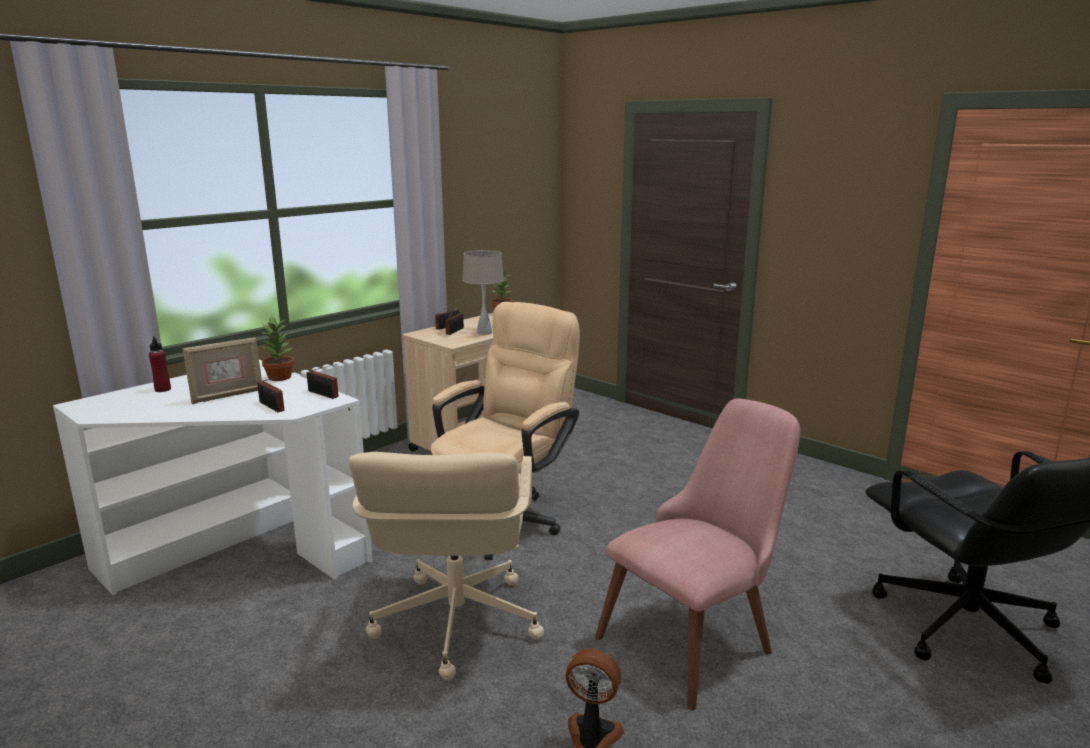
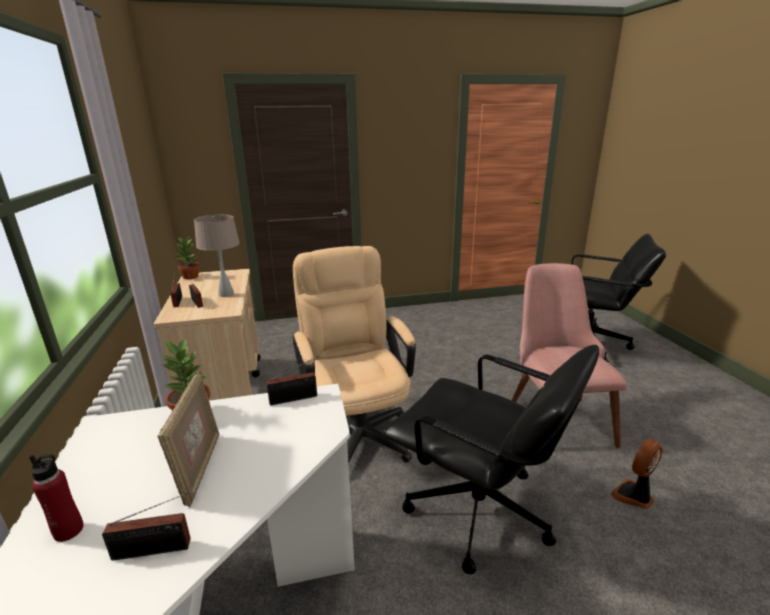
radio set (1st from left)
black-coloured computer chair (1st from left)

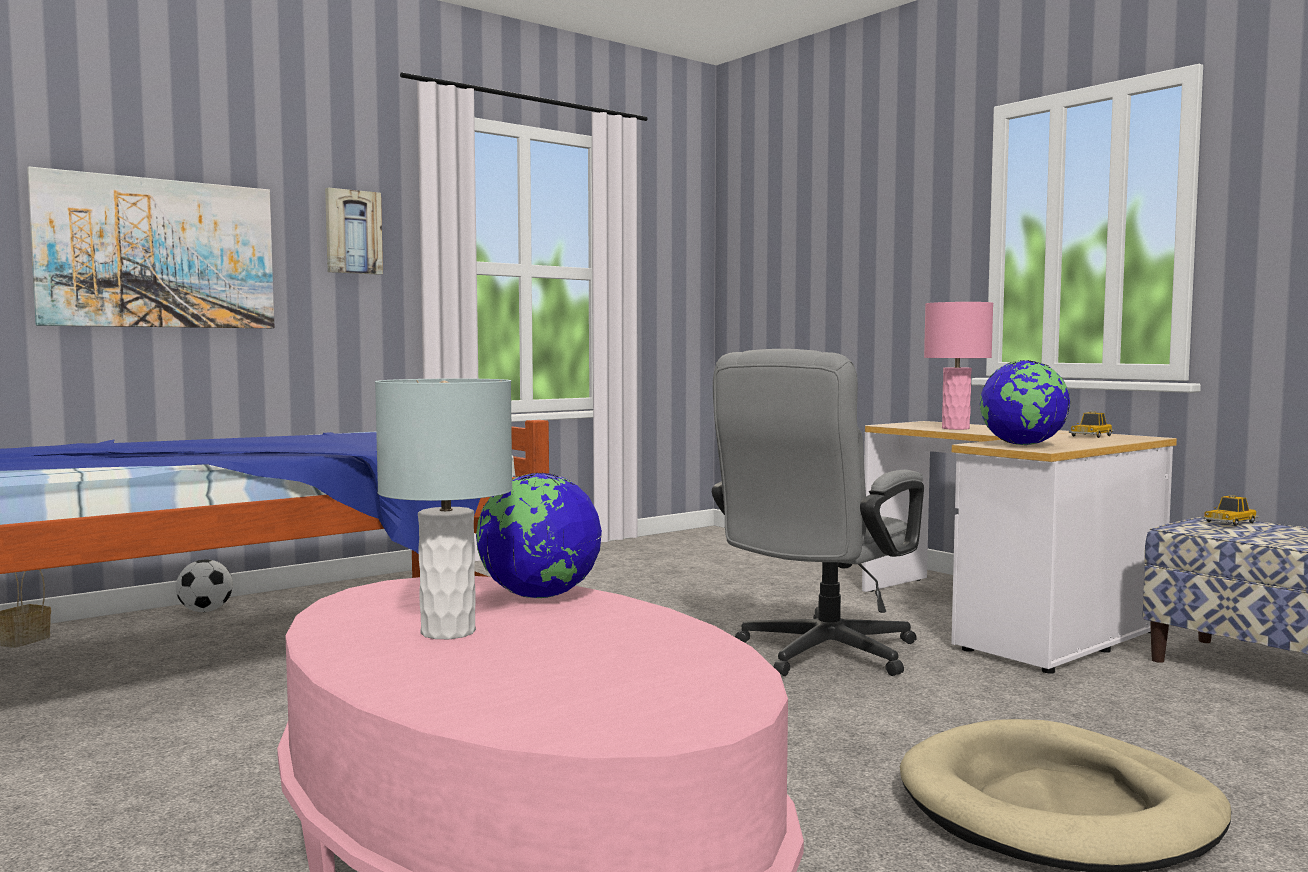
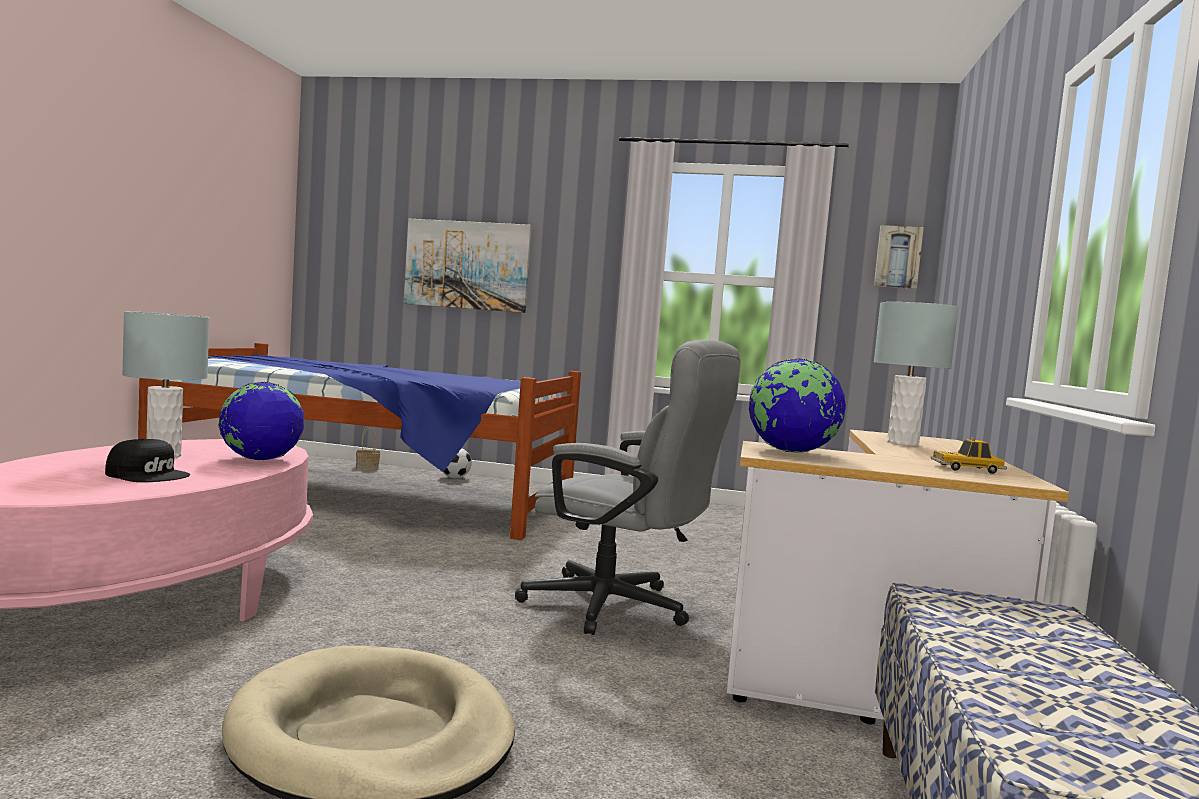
black-coloured baseball cap
greyish computer chair
wall picture (2nd from left)
greyish table lamp (2nd from left)
toy car (2nd from left in the first image)

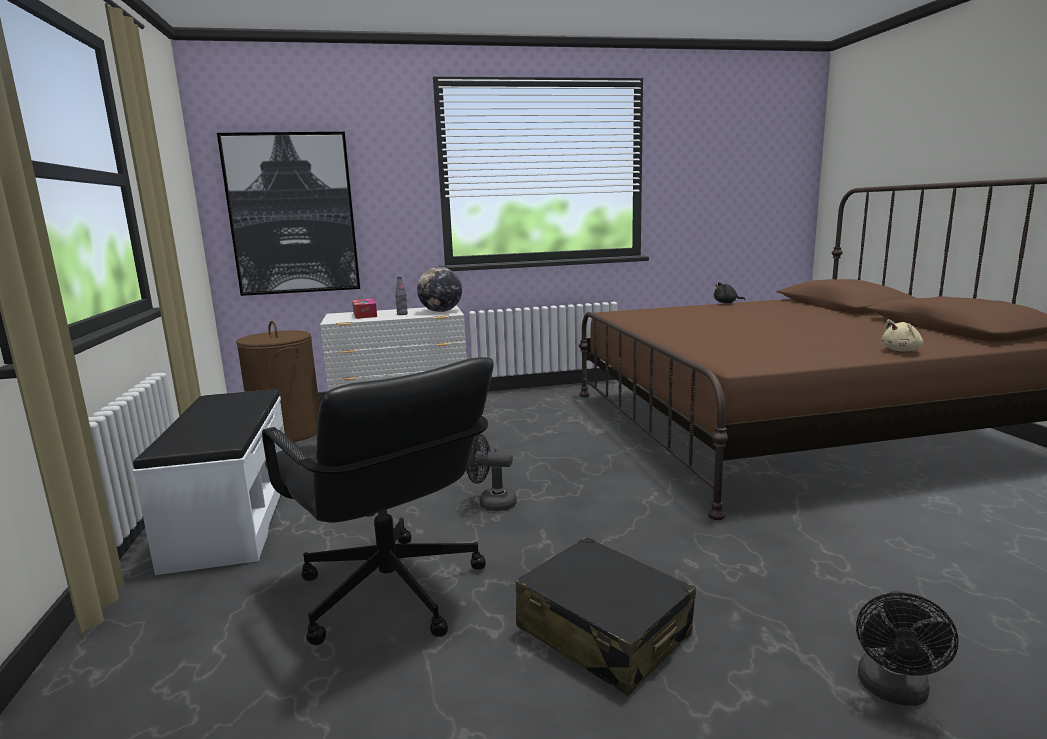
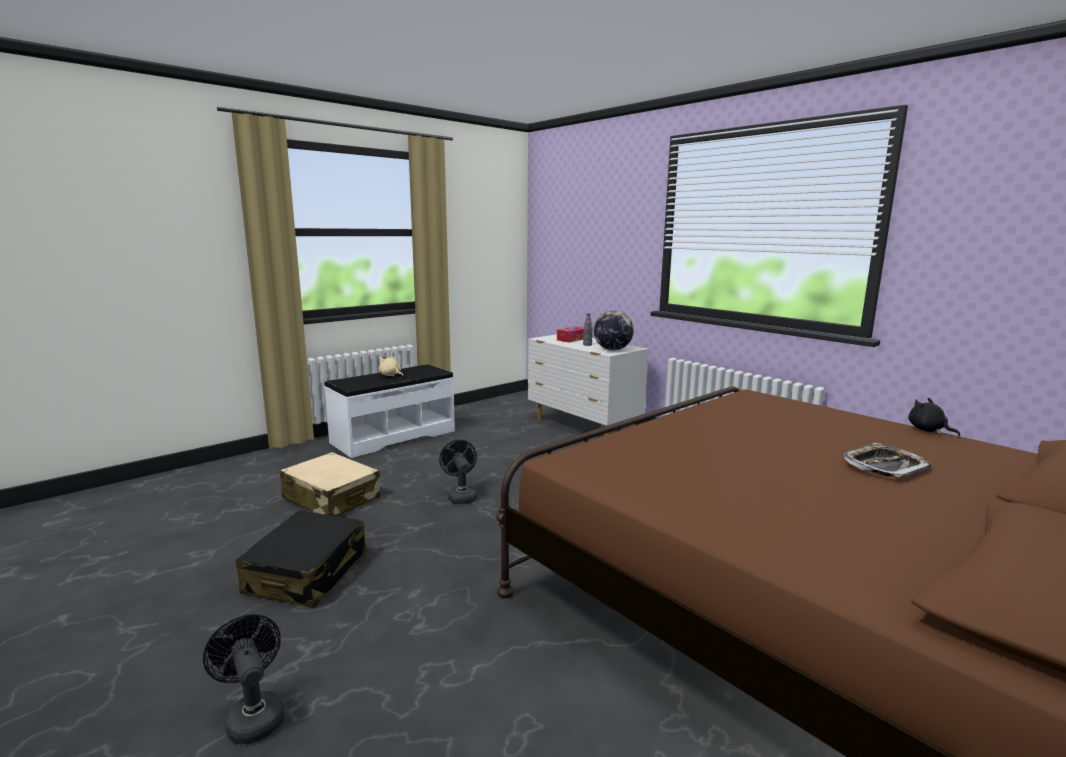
black-coloured electric fan (1st from left)
sand-coloured suitcase
sand-coloured cuddly toy
tray
wall picture
brown laundry basket

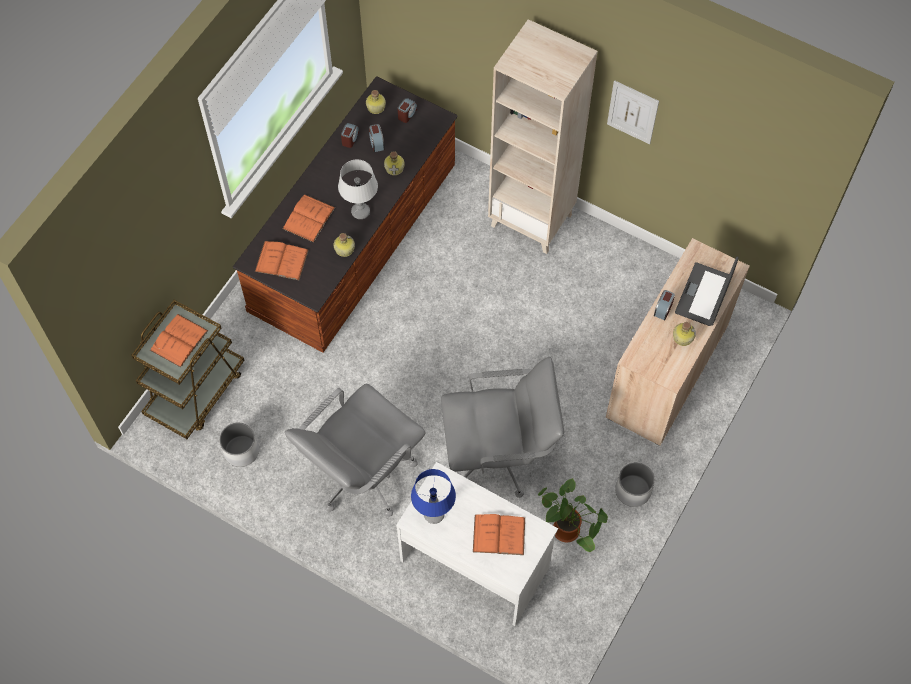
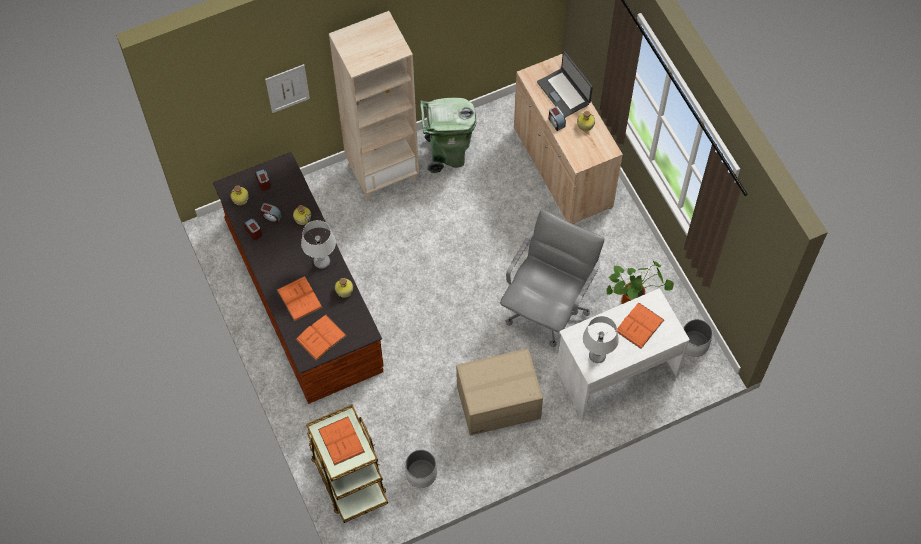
wall picture
green trash can
carton
greyish table lamp (2nd from left)
whitish planter (2nd from left)

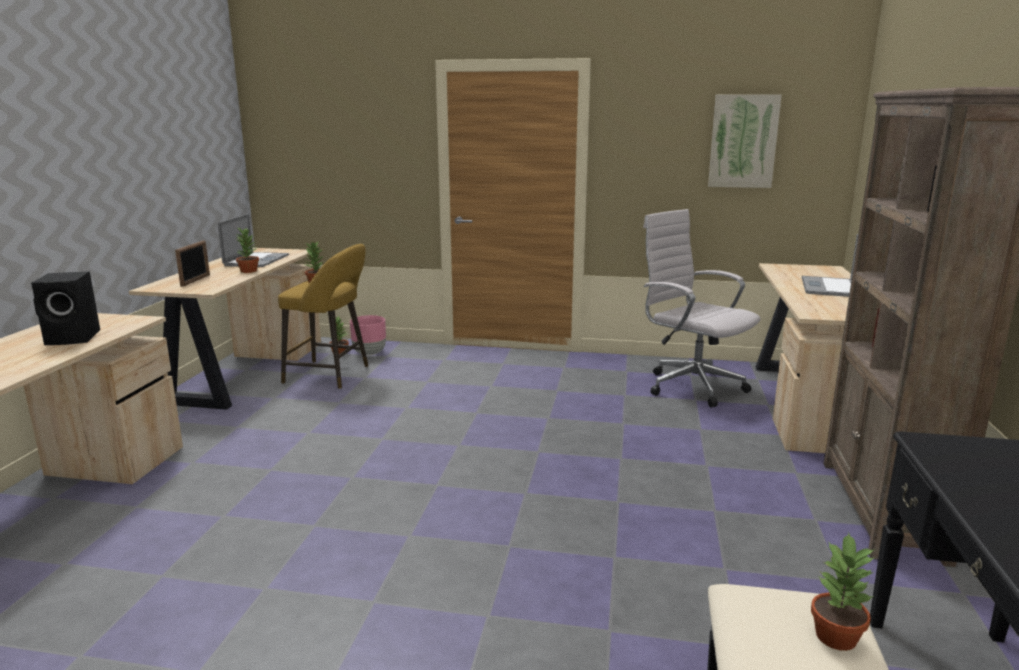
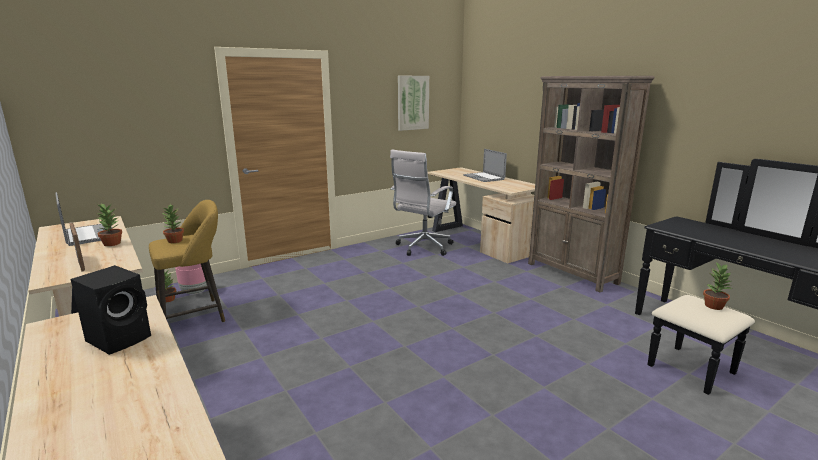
whitish computer chair

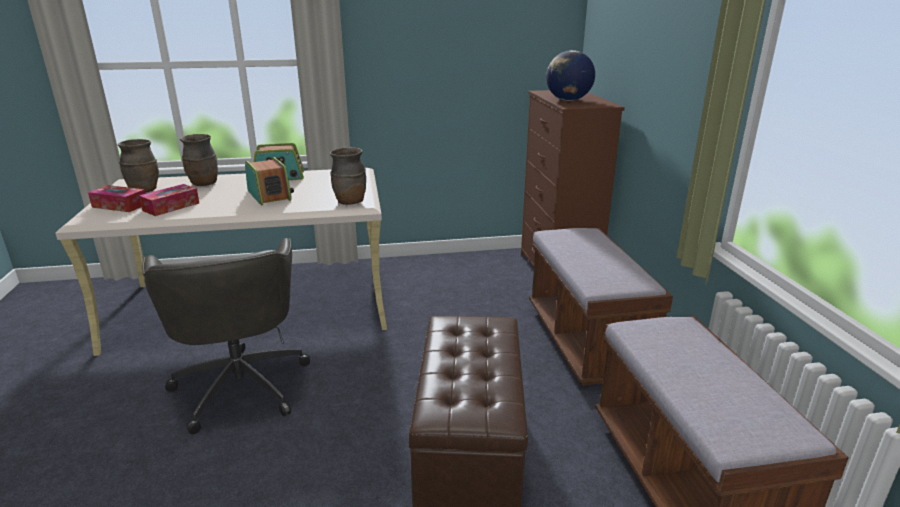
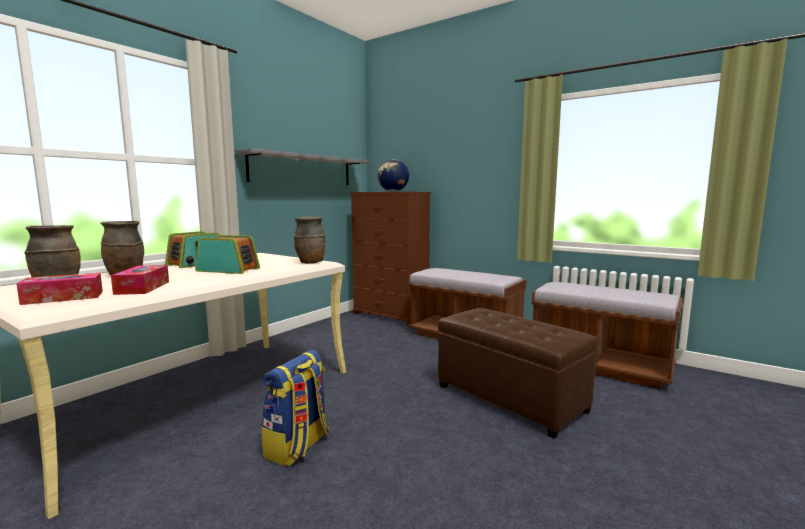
greyish bracket shelf
backpack

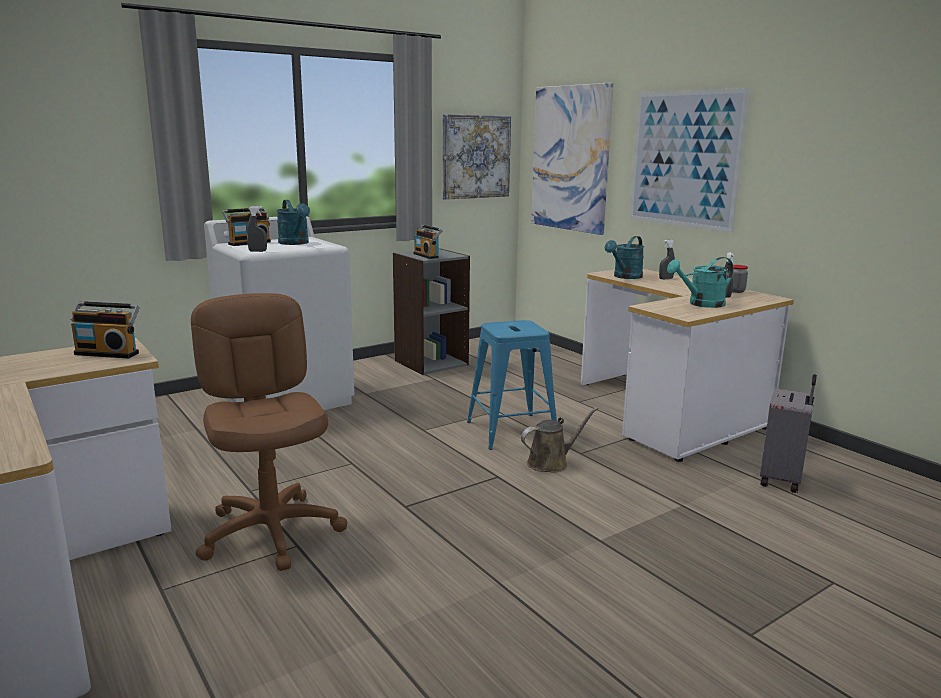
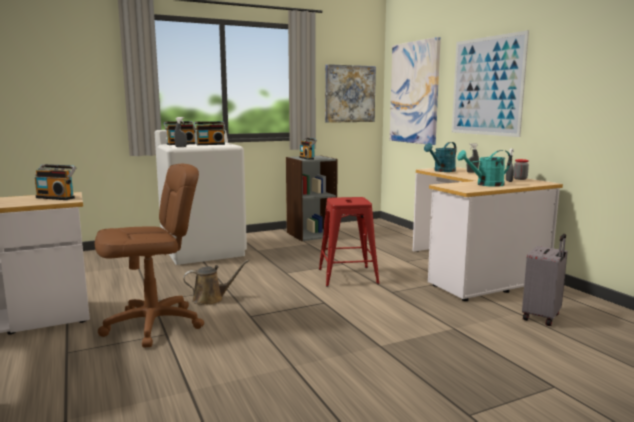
brown computer chair
brown watering can
radio set (3rd from left)
red sitting stool

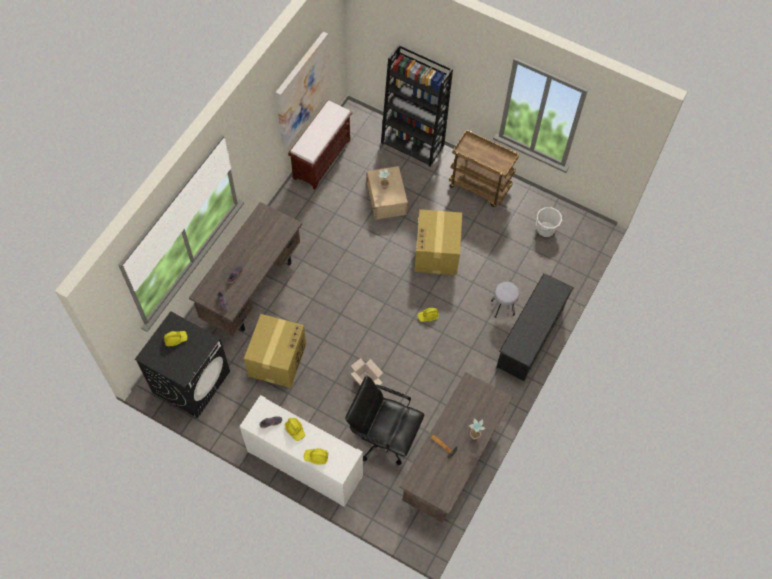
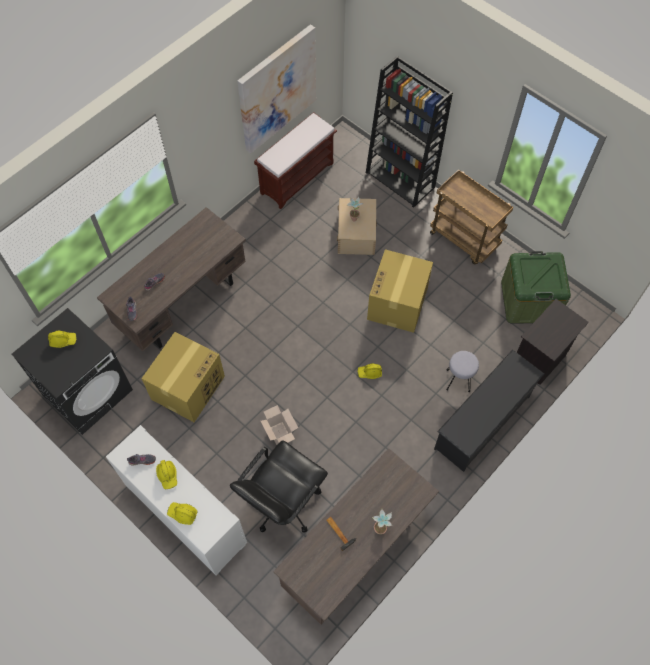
black-coloured computer chair
green storage box
black-coloured night table

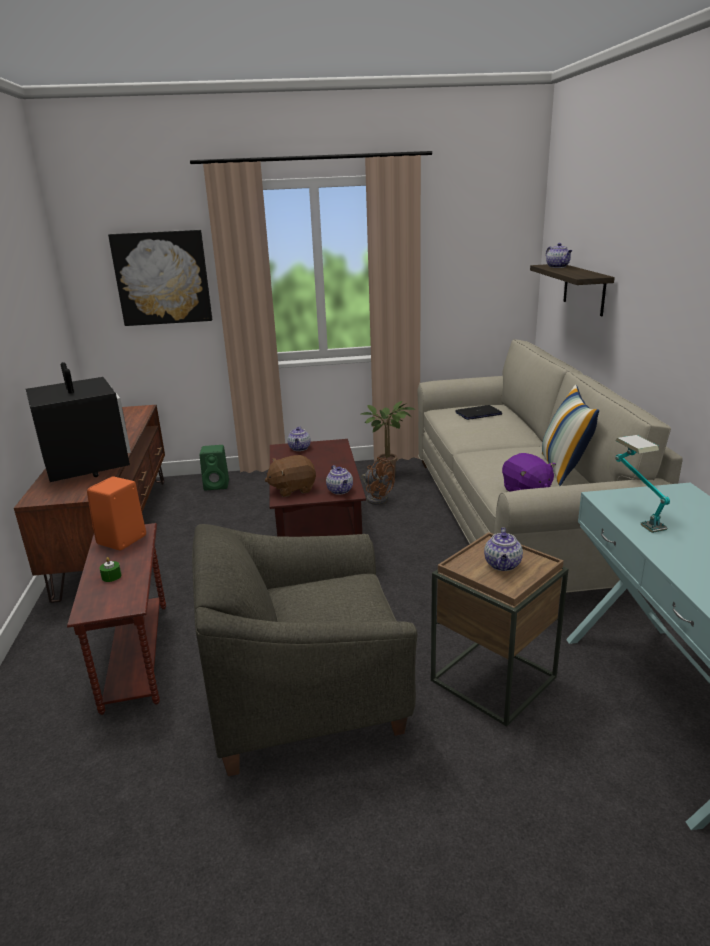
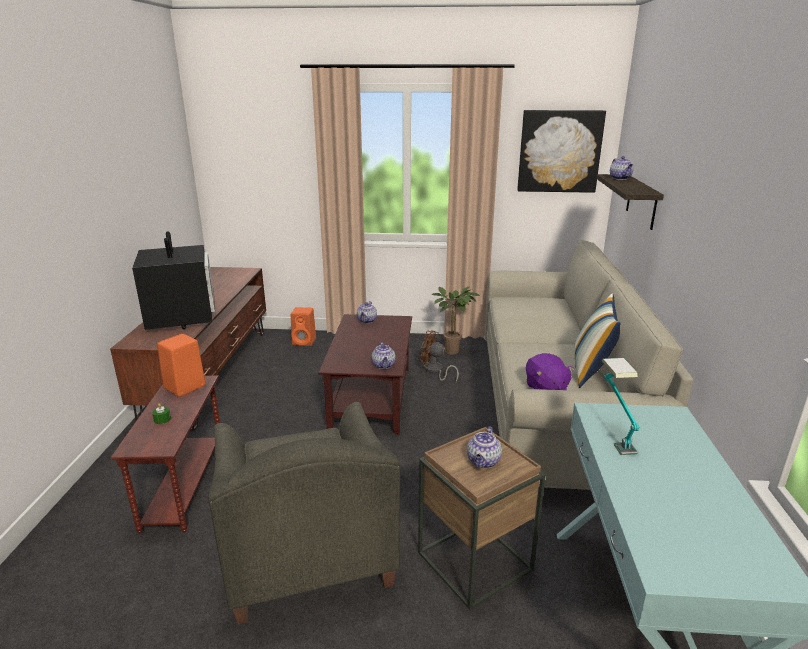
greyish armchair
orange-coloured speaker (2nd from left)
brown electric fan
wall picture
brown cuddly toy
portable computer

